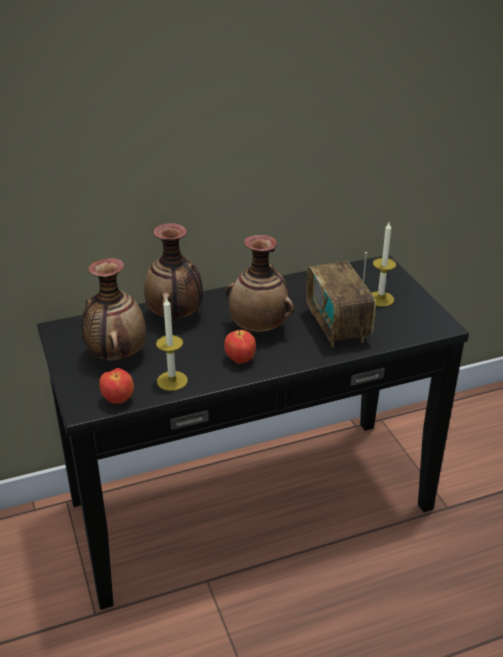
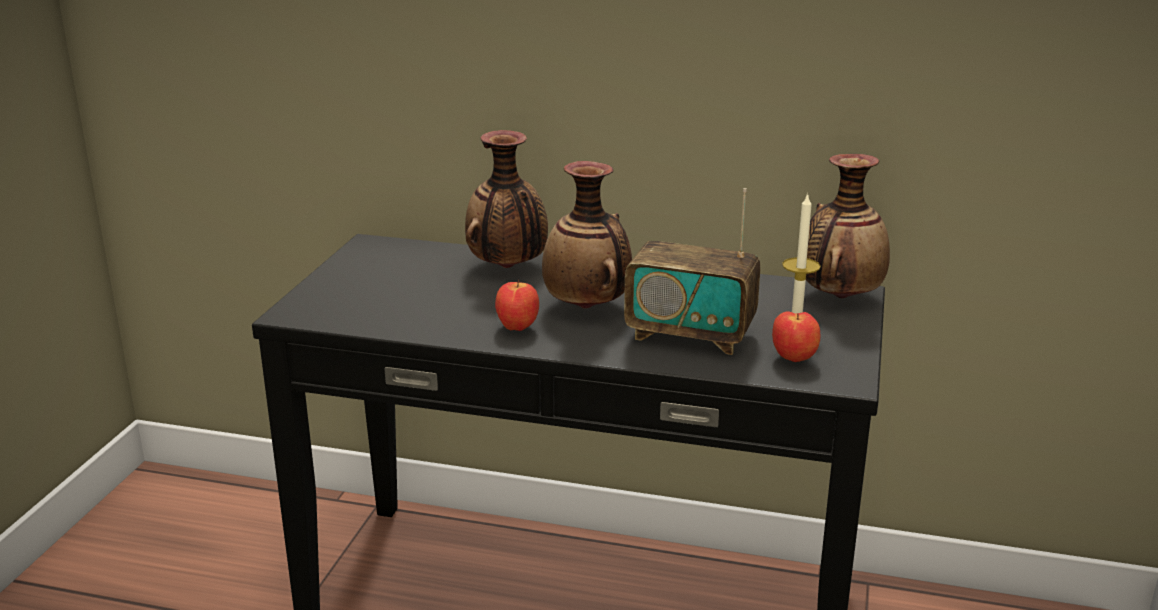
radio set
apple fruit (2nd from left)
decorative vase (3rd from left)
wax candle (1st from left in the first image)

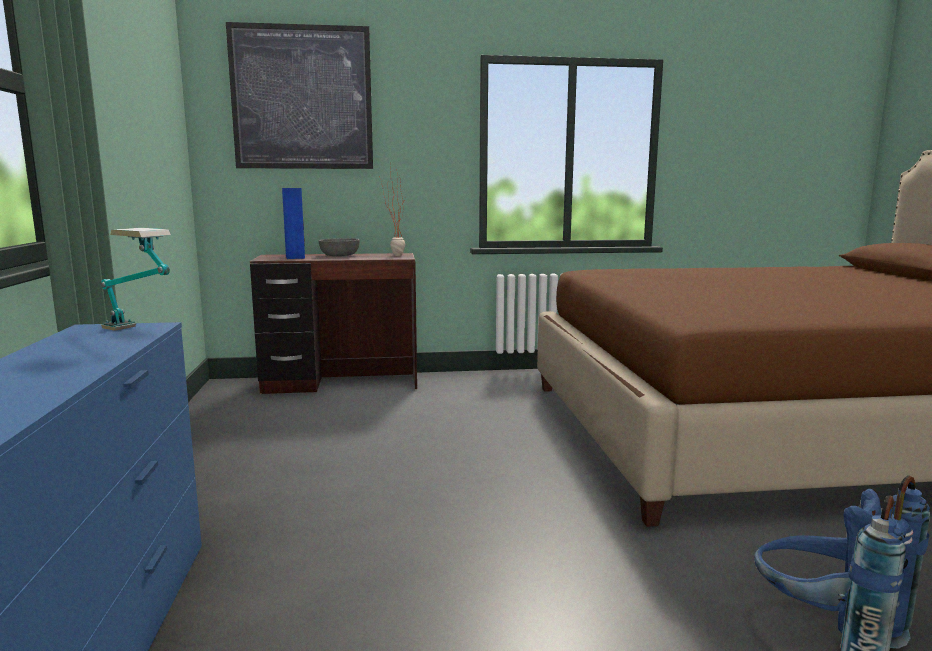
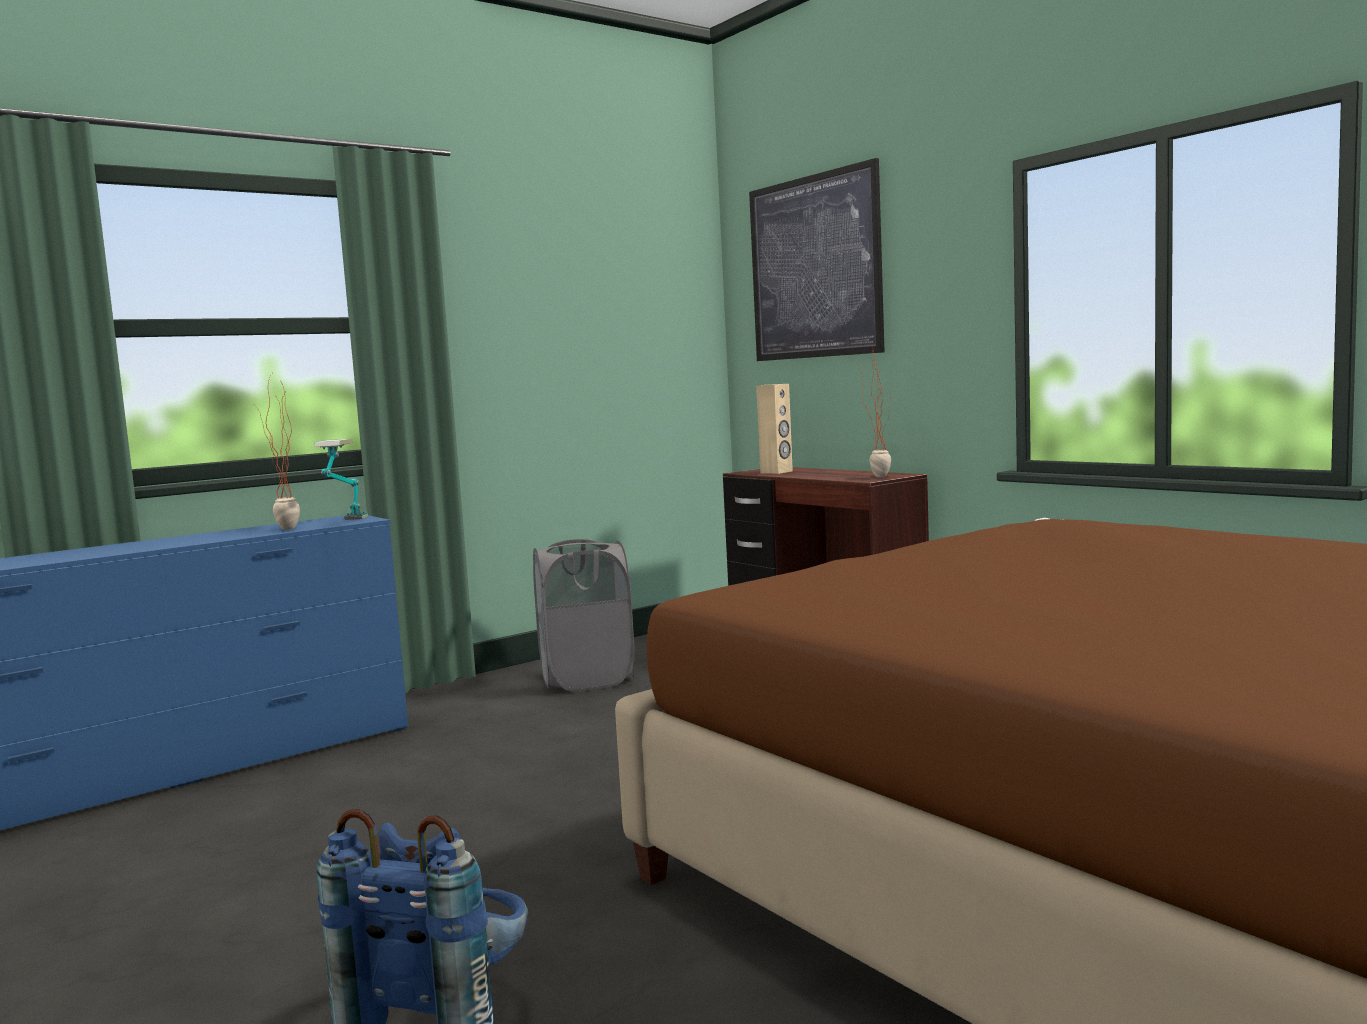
houseplant (1st from left)
greyish laundry basket
sand-coloured speaker
greyish bowl

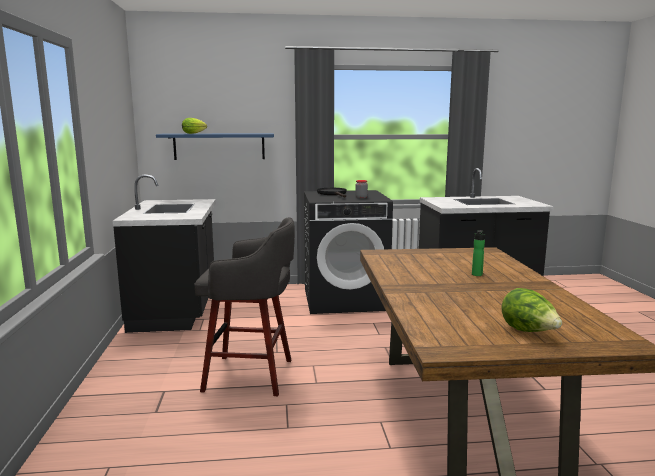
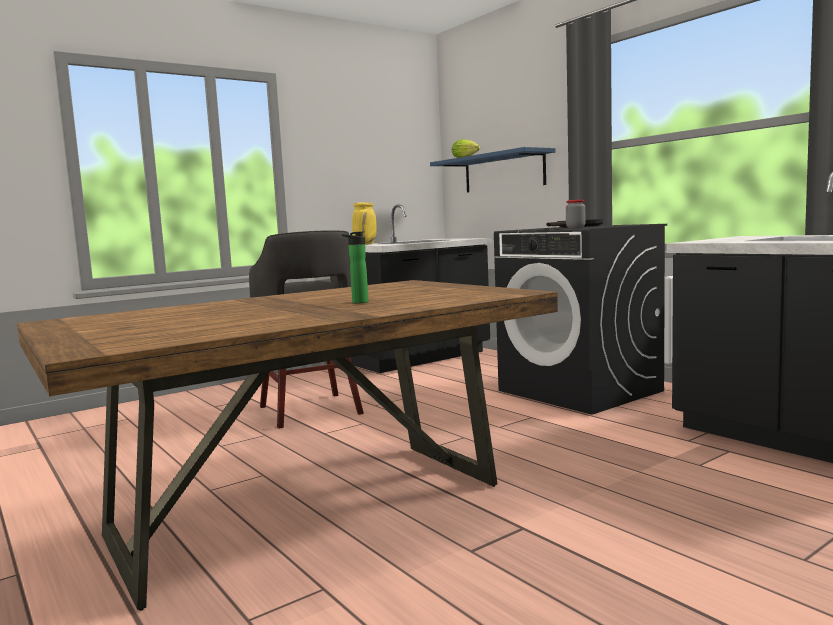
yellowish decorative vase
head of lettuce (2nd from left in the first image)

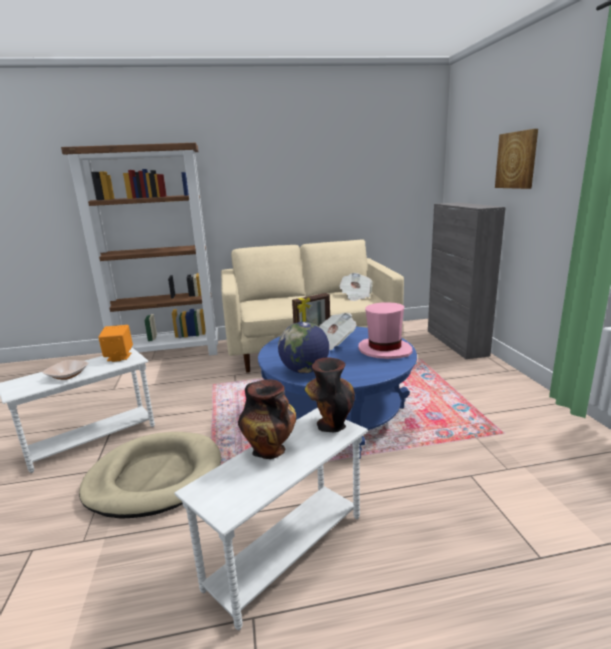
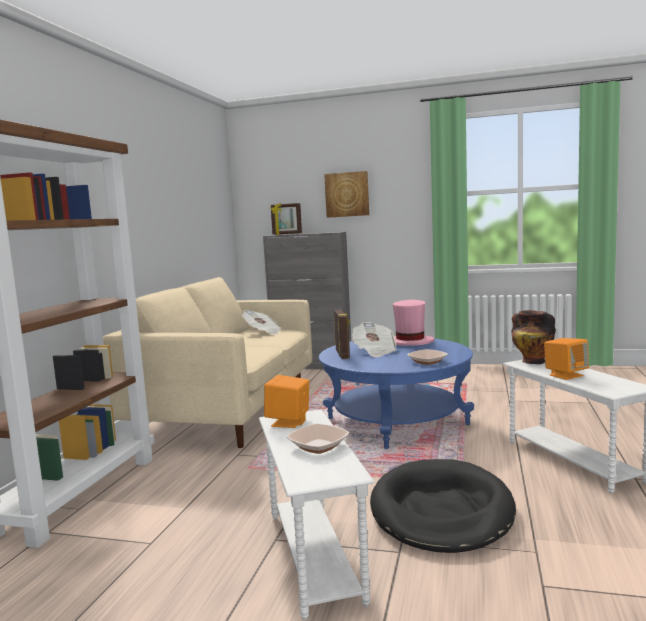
picture frame (1st from left)
black-coloured pet bed
bowl (2nd from left)
orange-coloured speaker (2nd from left)

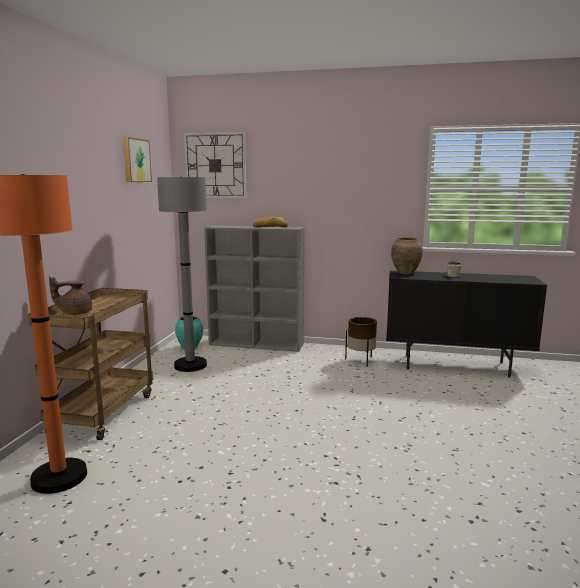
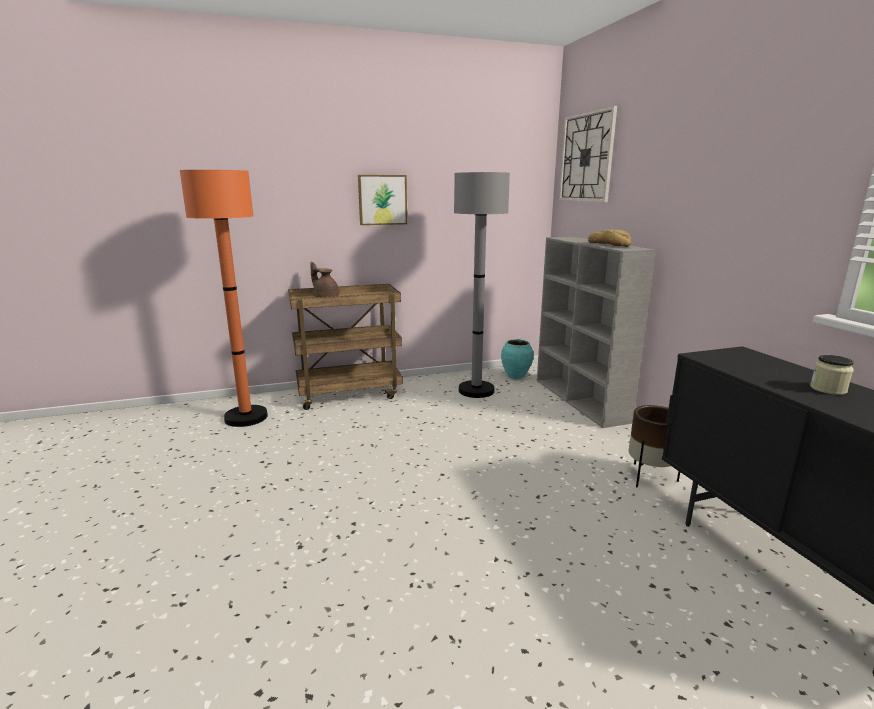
wall picture
brown decorative vase

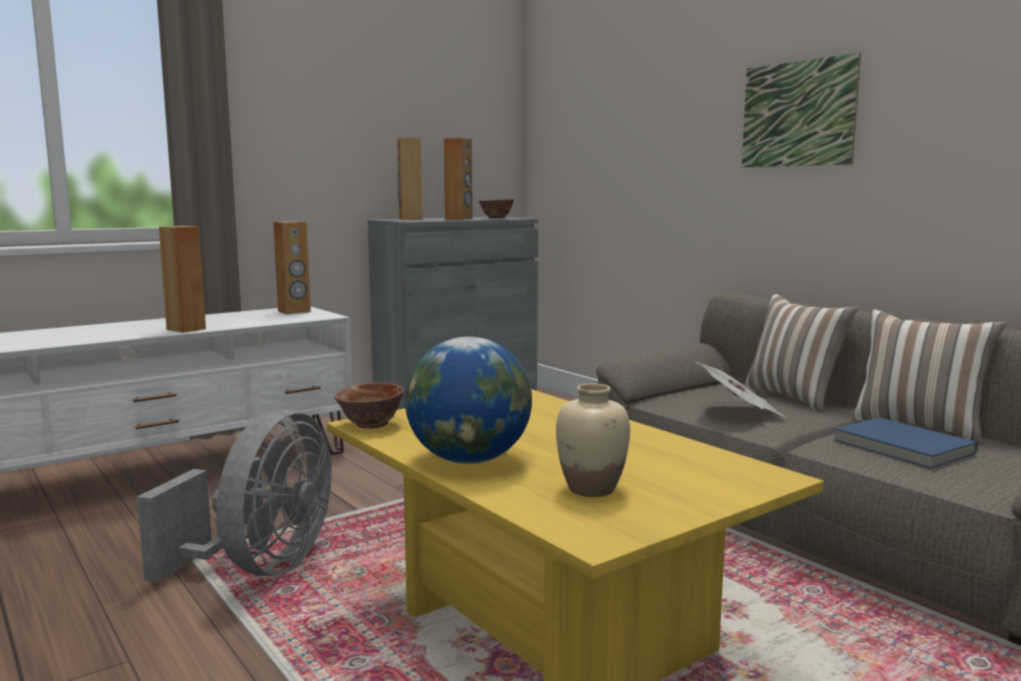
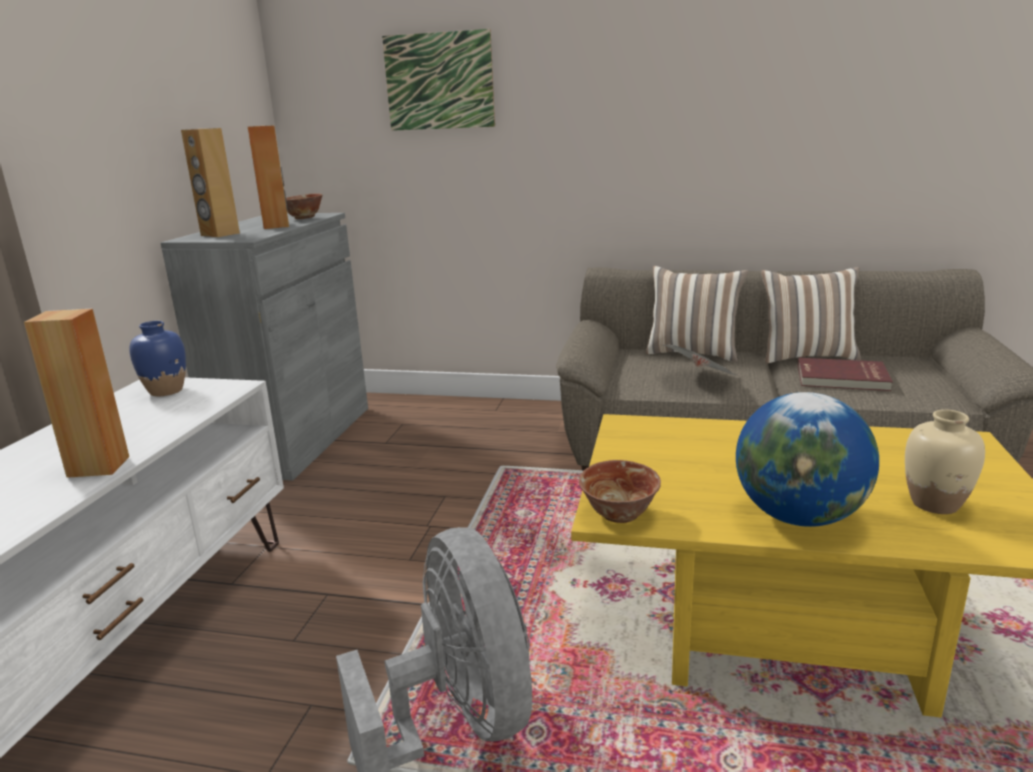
blue-coloured decorative vase
wall picture
red volume

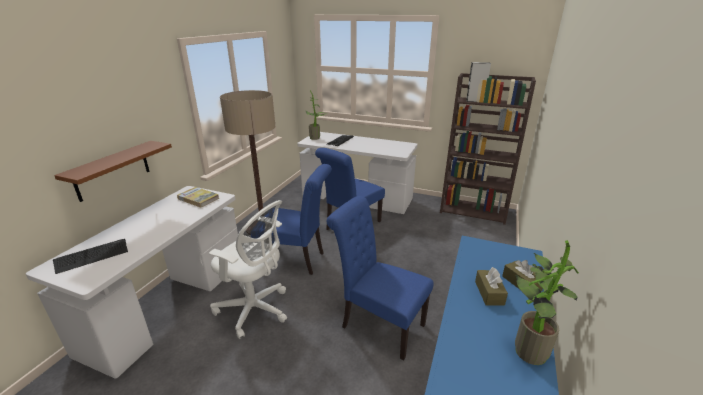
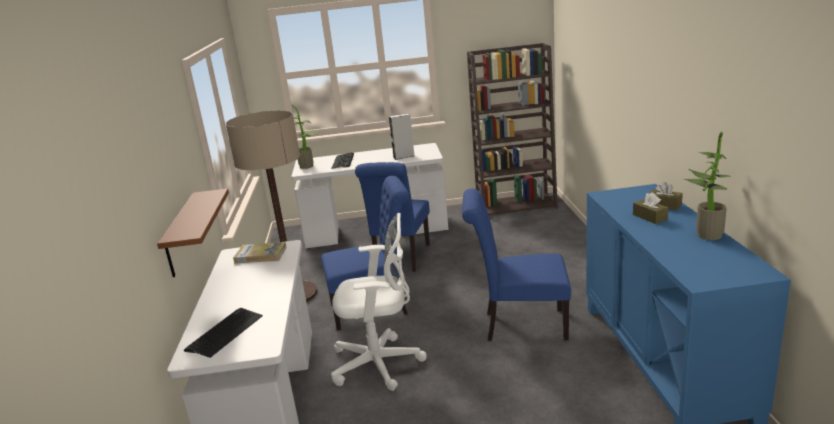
greyish speaker

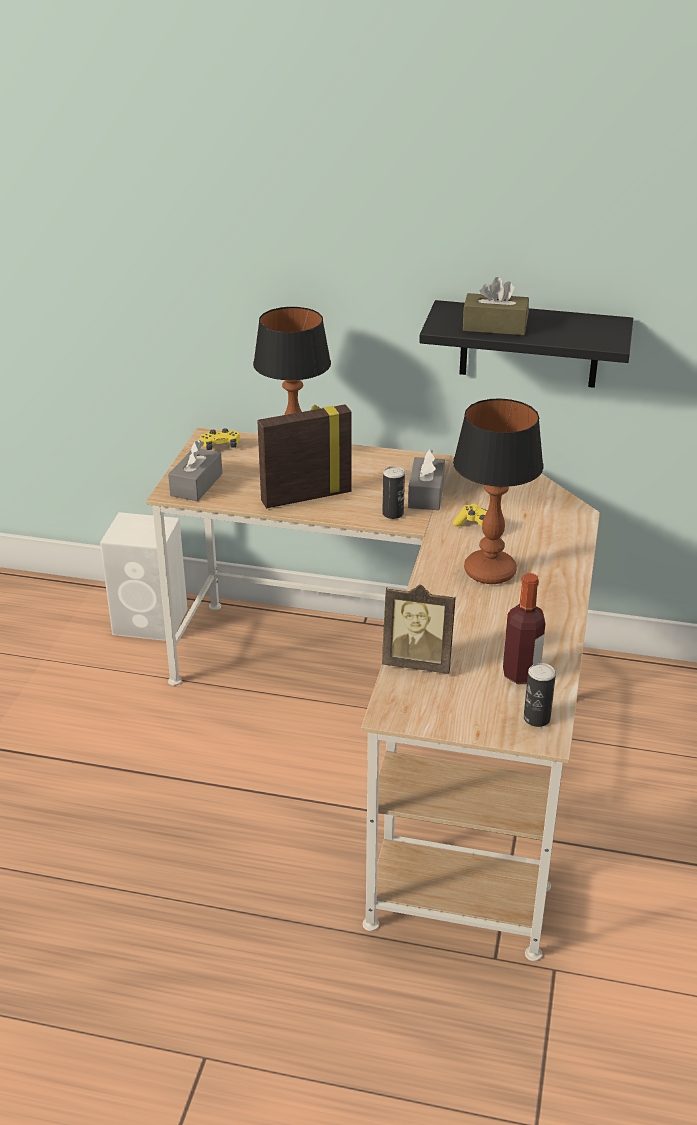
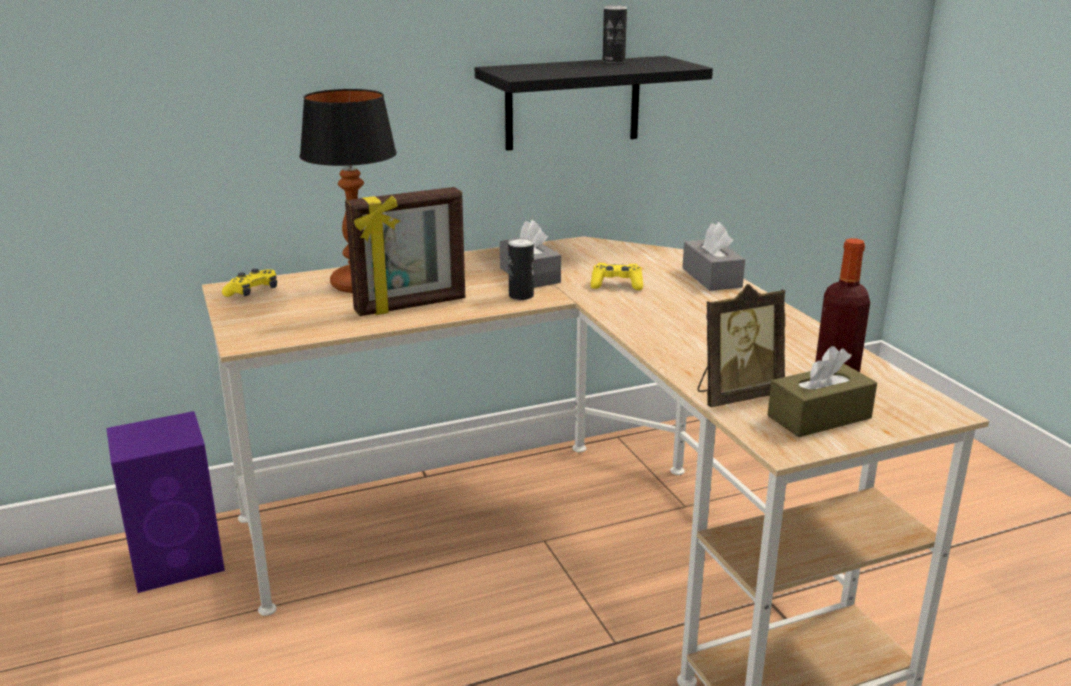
purple speaker
picture frame (1st from left)
metal can (2nd from left)
greyish box of tissues (2nd from left)
brown box of tissues
table lamp (2nd from left in the first image)

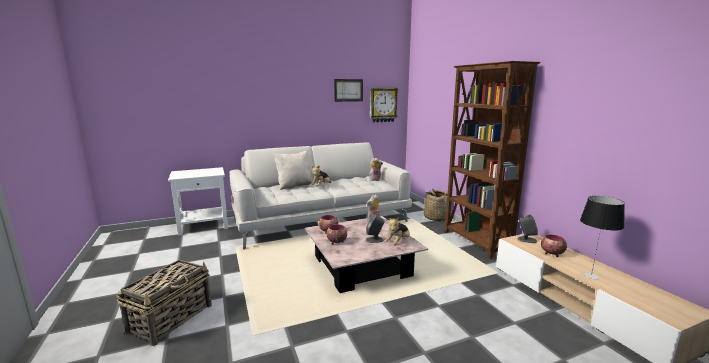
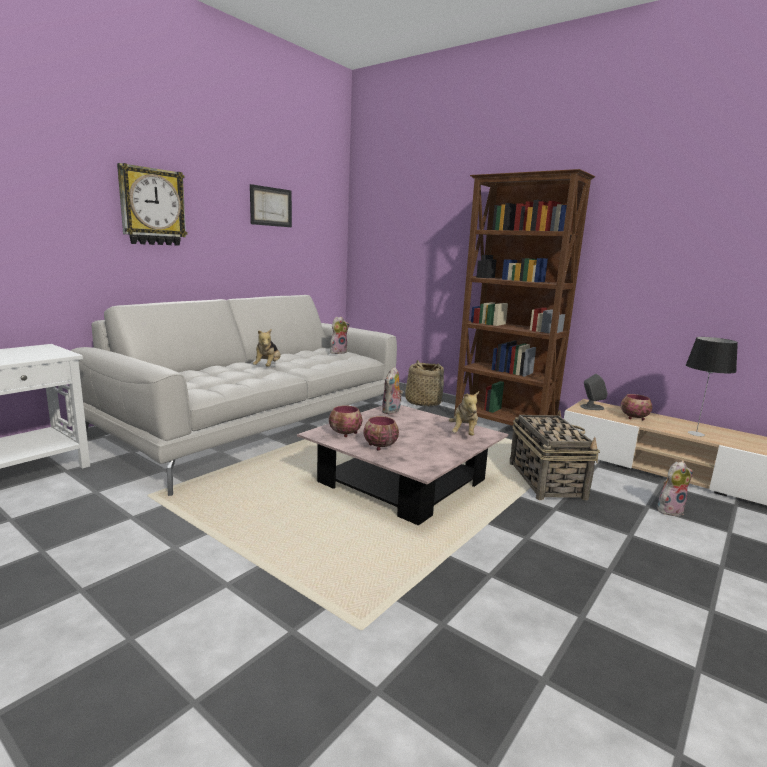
clock on the wall
household basket (2nd from left)
cuddly toy (5th from left)
sand-coloured throw pillow
greyish speaker (1st from left in the first image)

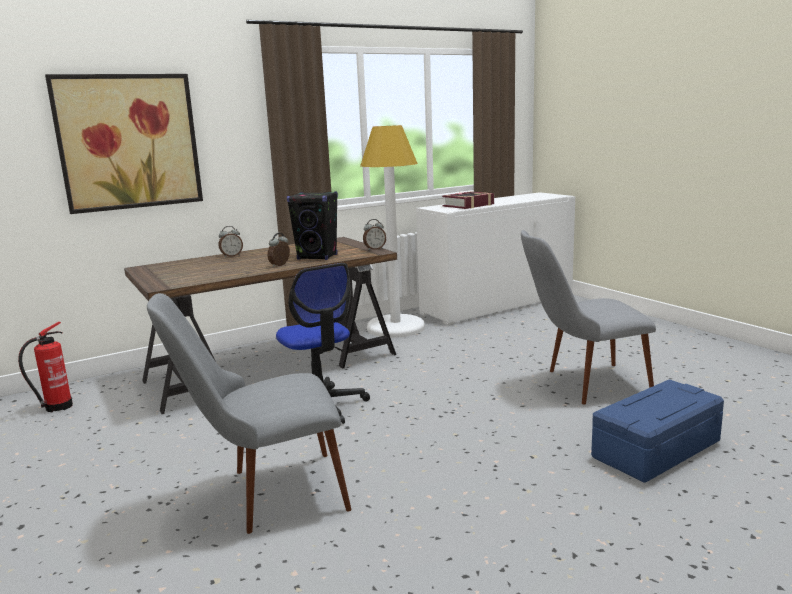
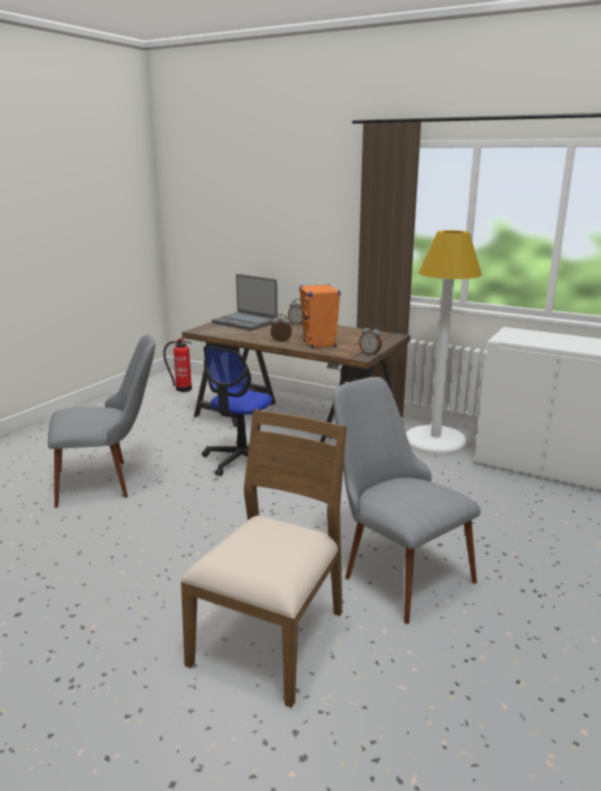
greyish upright chair (1st from left)
brown upright chair
portable computer
orange-coloured speaker
wall picture
volume

